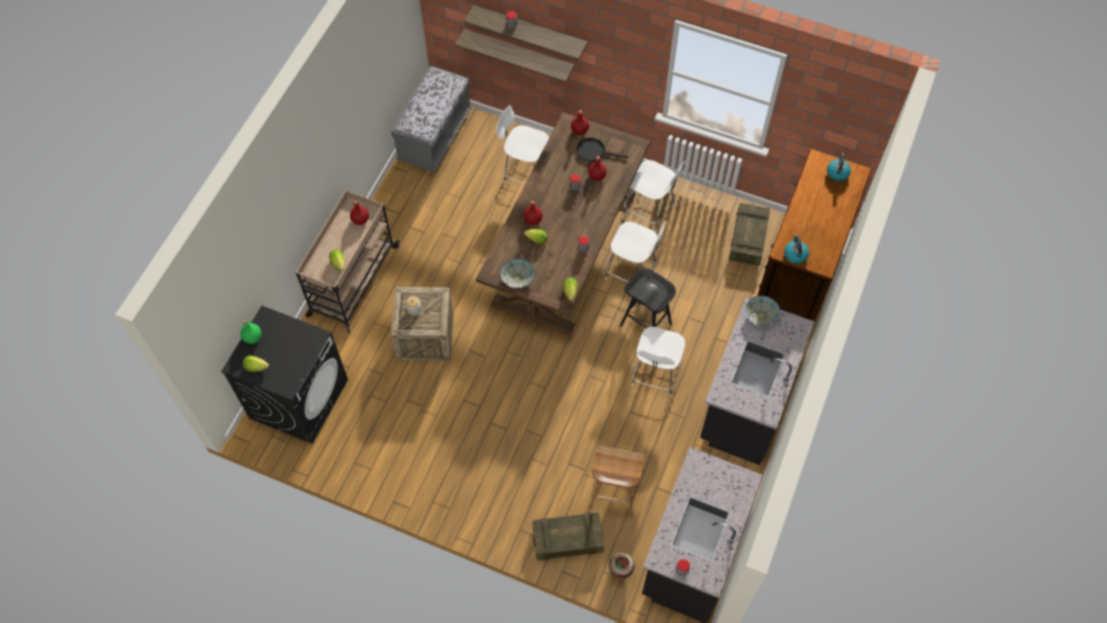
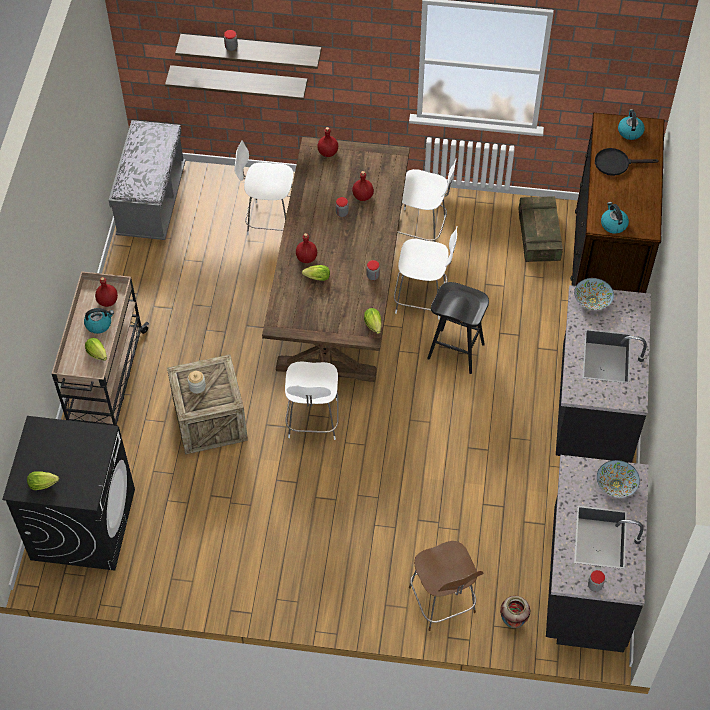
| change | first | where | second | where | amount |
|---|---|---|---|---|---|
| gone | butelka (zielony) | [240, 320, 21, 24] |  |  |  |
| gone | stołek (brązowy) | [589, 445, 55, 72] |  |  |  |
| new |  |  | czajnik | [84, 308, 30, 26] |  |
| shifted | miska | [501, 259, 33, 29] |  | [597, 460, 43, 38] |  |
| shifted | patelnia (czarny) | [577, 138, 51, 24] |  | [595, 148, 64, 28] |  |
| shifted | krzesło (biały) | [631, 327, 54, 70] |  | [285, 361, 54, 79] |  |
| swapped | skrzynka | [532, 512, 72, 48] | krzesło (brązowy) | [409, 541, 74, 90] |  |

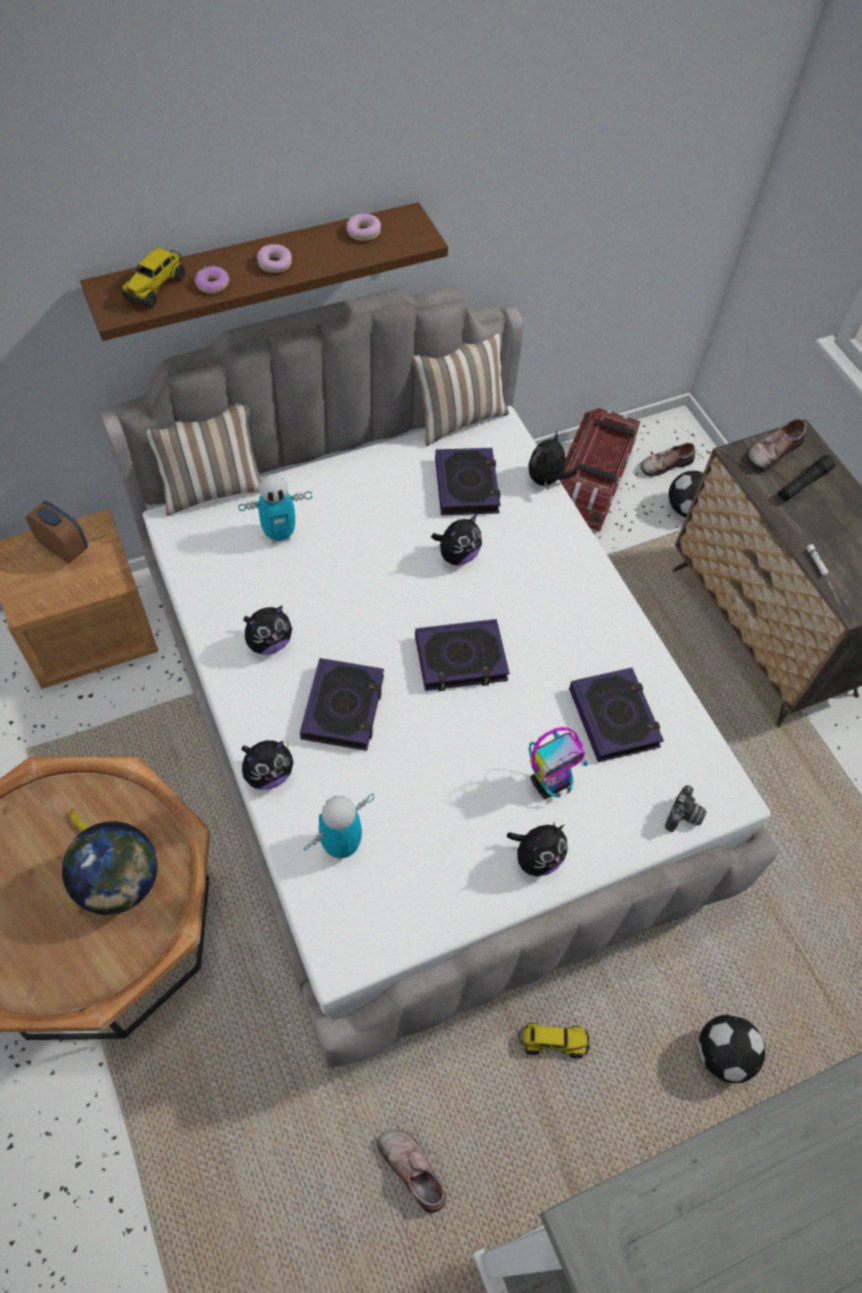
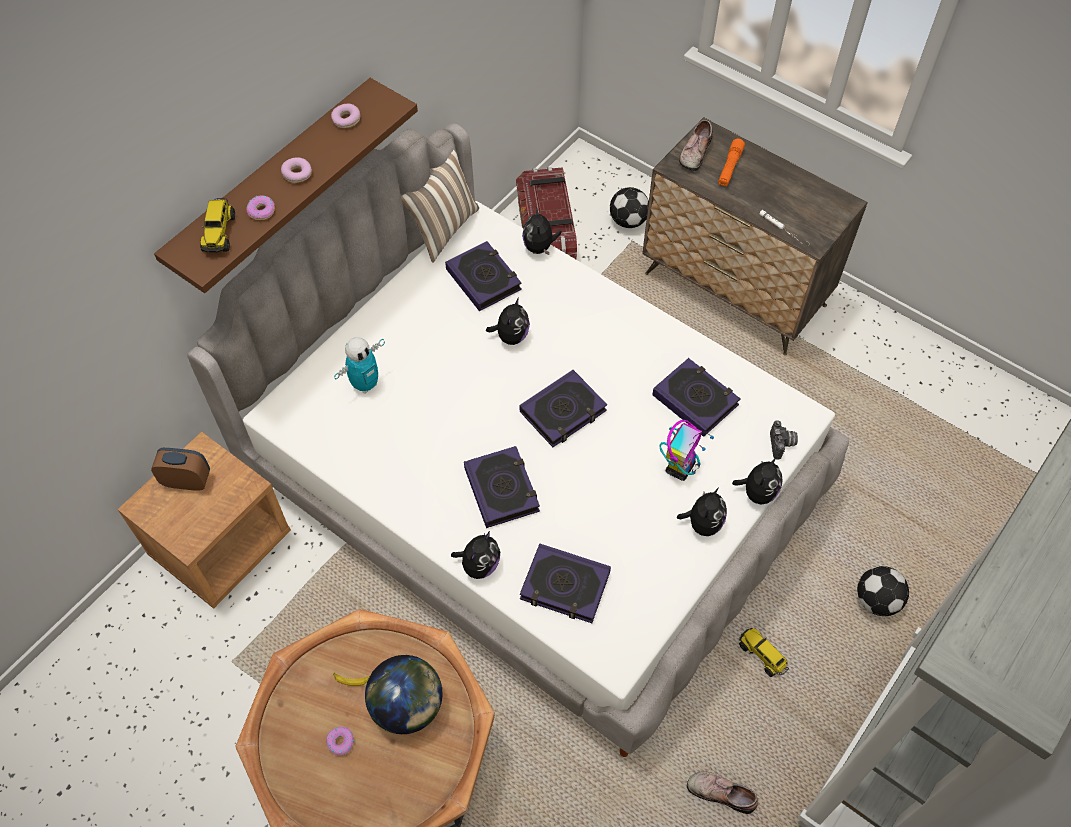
| change | first | where | second | where | amount |
|---|---|---|---|---|---|
| gone | poduszka | [147, 403, 115, 113] |  |  |  |
| gone | but | [641, 443, 55, 33] |  |  |  |
| new |  |  | donut | [326, 727, 28, 29] |  |
| shifted | pluszak | [243, 606, 49, 48] |  | [732, 457, 51, 47] |  |
| swapped | robot zabawkowy | [303, 793, 71, 67] | książka | [520, 544, 91, 79] |  |
| repainted | latarka (czarny) | [778, 455, 58, 47] | latarka (pomarańczowy) | [718, 138, 27, 49] |  |
| rotated | ciężarówka zabawkowa | [519, 1023, 71, 35] |  | [739, 628, 50, 49] | 105 degrees counterclockwise |

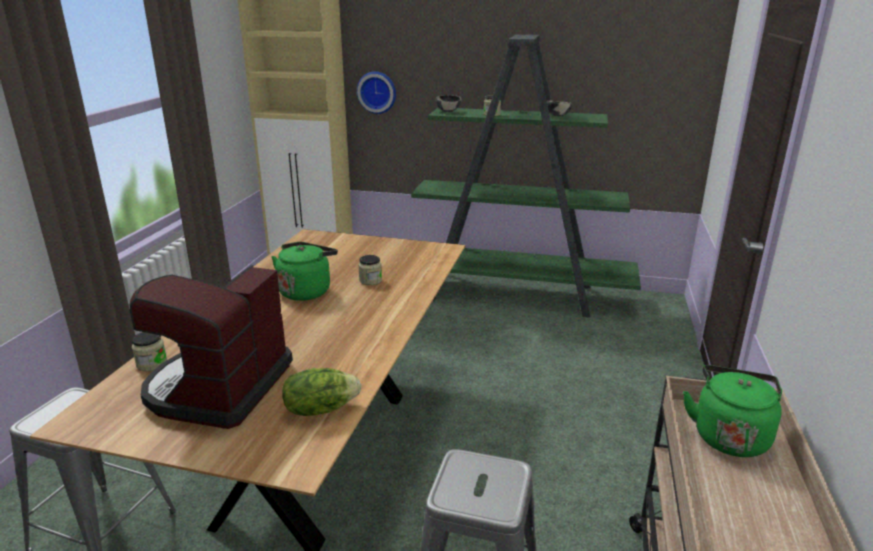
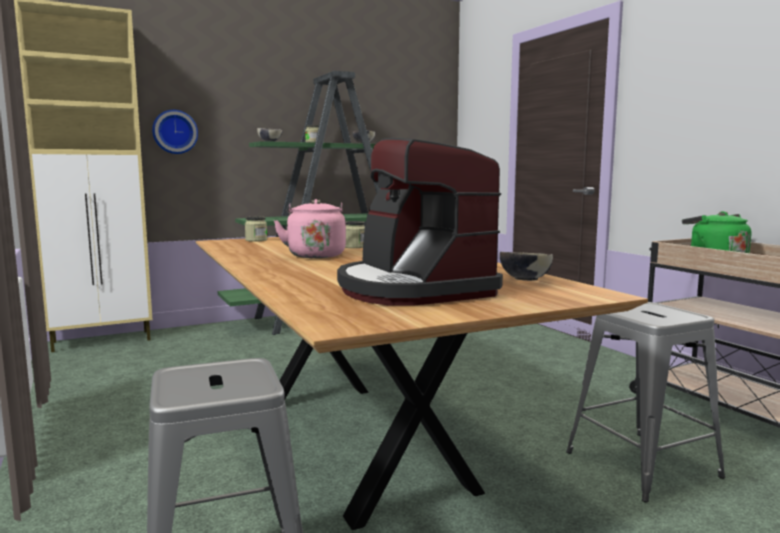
| change | first | where | second | where | amount |
|---|---|---|---|---|---|
| shifted | słoik | [132, 332, 35, 39] |  | [245, 217, 22, 25] |  |
| swapped | sałata | [282, 368, 79, 48] | miska | [500, 252, 53, 29] |  |
| repainted | czajnik (zielony) | [272, 242, 66, 59] | czajnik (różowy) | [274, 199, 72, 59] |  |

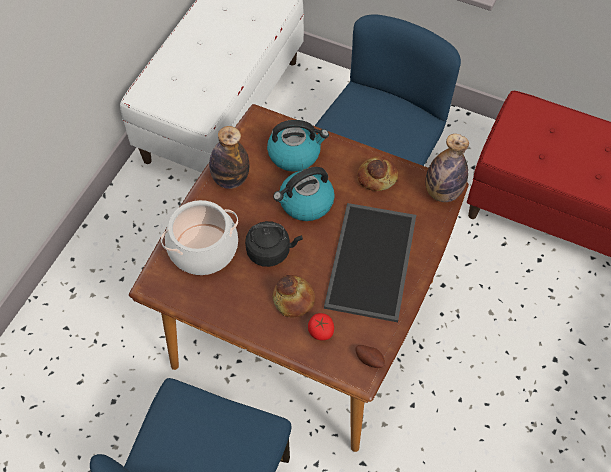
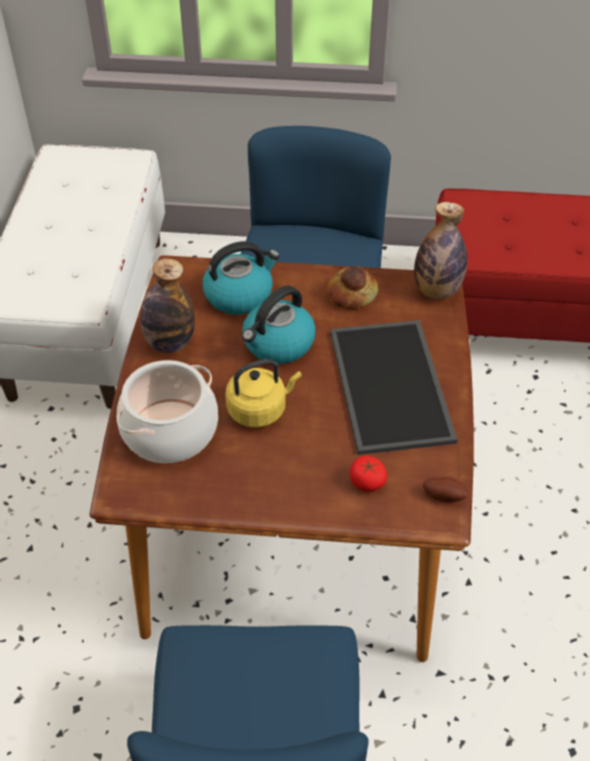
| change | first | where | second | where | amount |
|---|---|---|---|---|---|
| gone | chleb | [273, 275, 42, 43] |  |  |  |
| repainted | czajnik (czarny) | [245, 221, 58, 46] | czajnik (żółty) | [225, 359, 77, 69] |  |

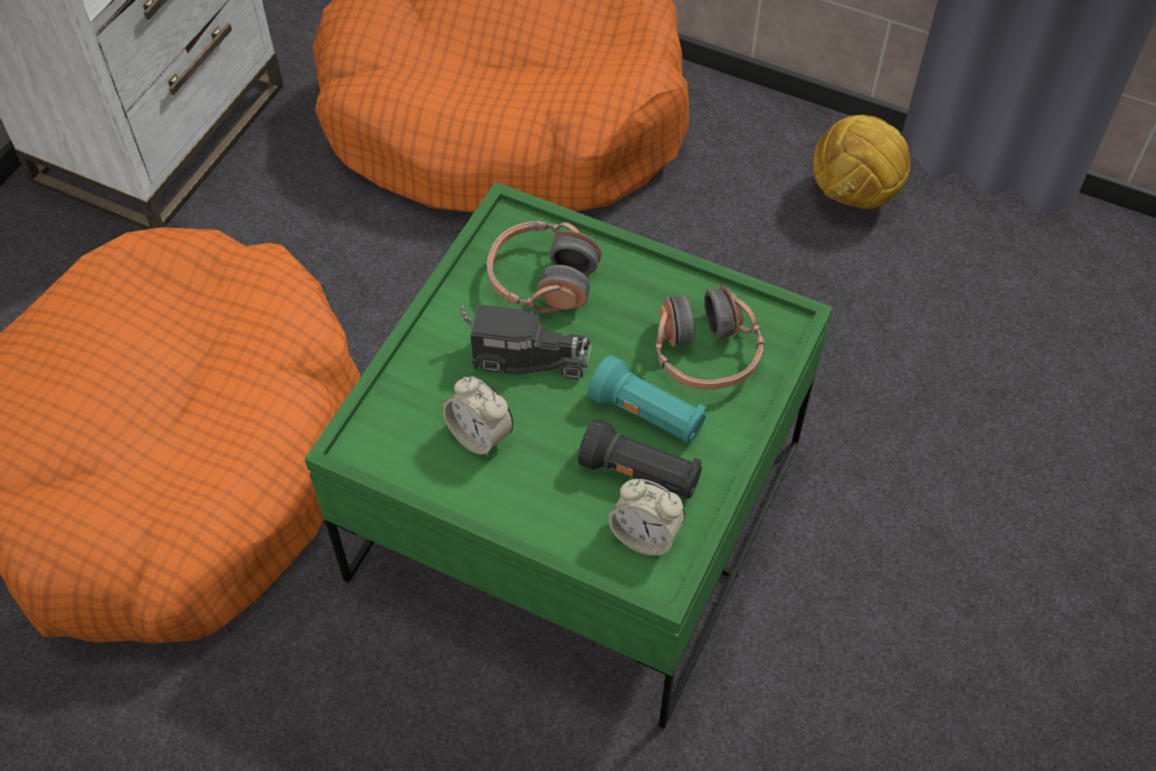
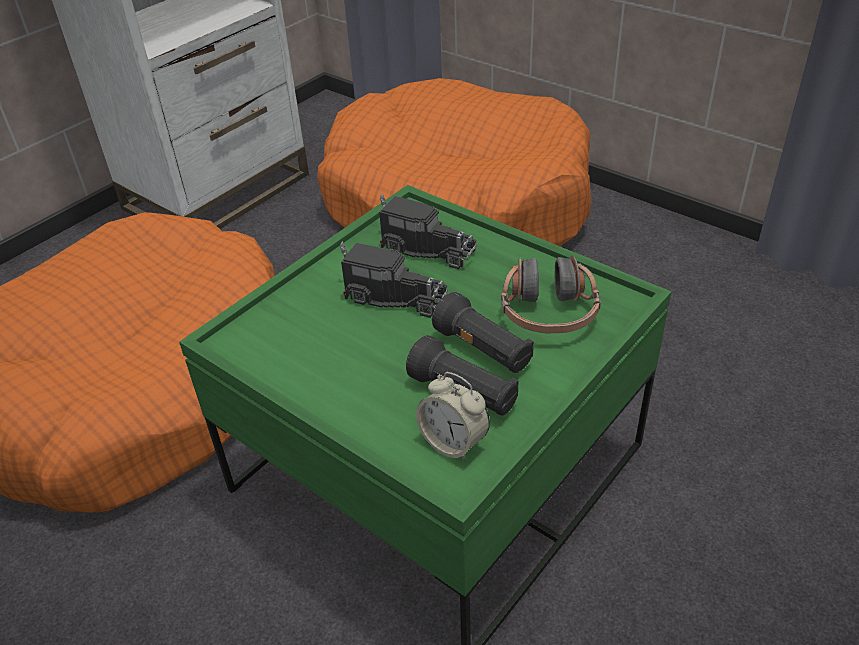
| change | first | where | second | where | amount |
|---|---|---|---|---|---|
| gone | budzik | [443, 376, 70, 81] |  |  |  |
| gone | piłka futbolowa | [813, 115, 97, 94] |  |  |  |
| swapped | słuchawki | [487, 221, 115, 92] | ciężarówka zabawkowa | [379, 194, 98, 75] |  |
| repainted | latarka (turkusowy) | [588, 355, 118, 88] | latarka (czarny) | [432, 292, 102, 81] |  |

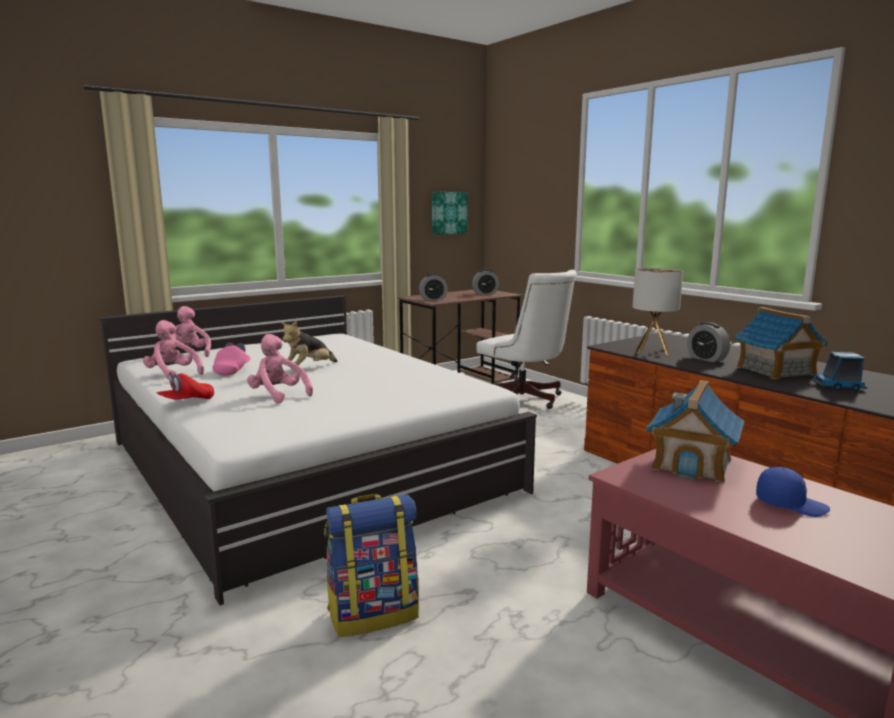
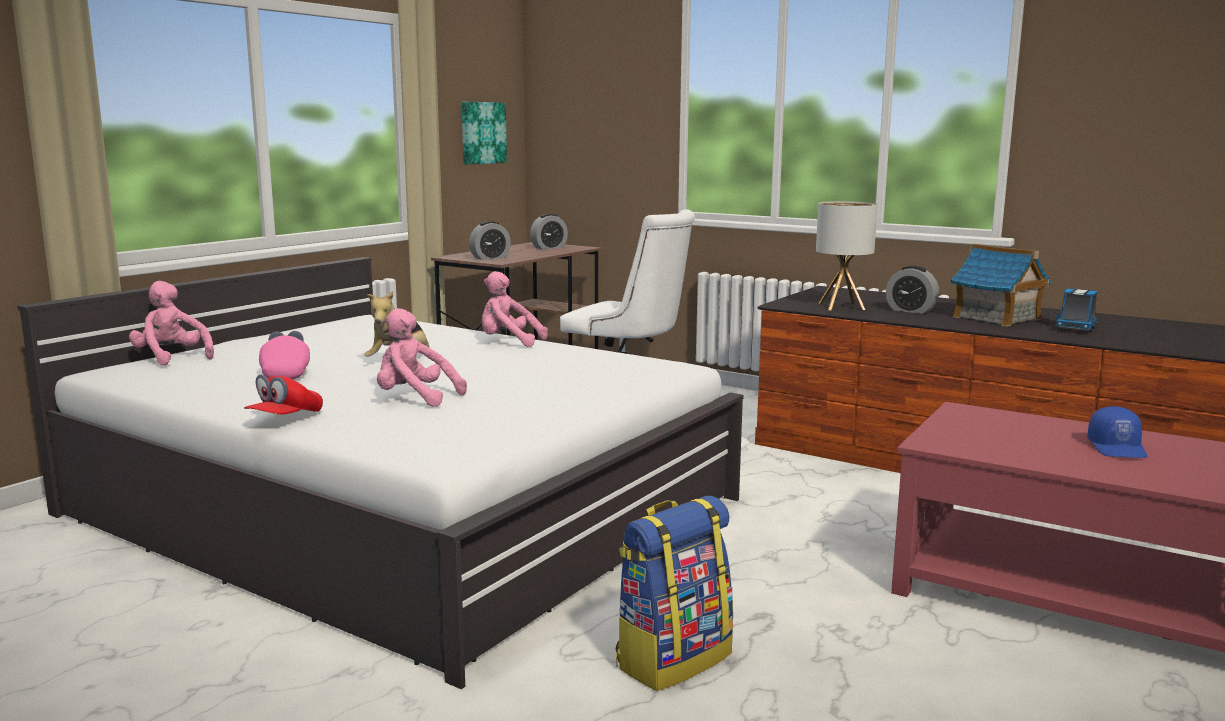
| change | first | where | second | where | amount |
|---|---|---|---|---|---|
| gone | domek | [646, 380, 98, 103] |  |  |  |
| shifted | pluszak (różowy) | [143, 320, 61, 60] |  | [482, 271, 66, 76] |  |
| rotated | czapka z daszkiem (niebieski) | [756, 467, 74, 50] |  | [1087, 406, 61, 52] | 90 degrees clockwise |
| rotated | ciężarówka zabawkowa | [812, 352, 55, 39] |  | [1055, 288, 43, 44] | 45 degrees counterclockwise |

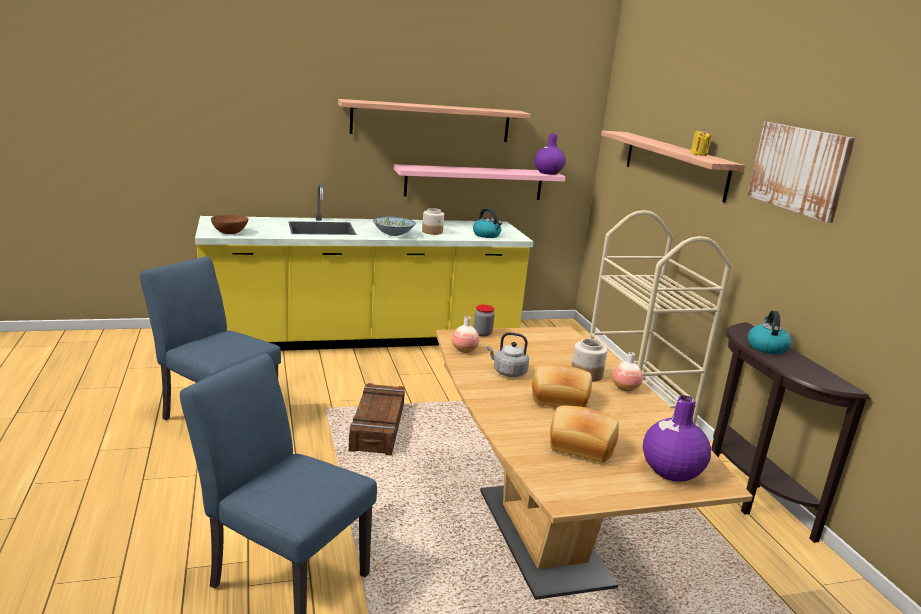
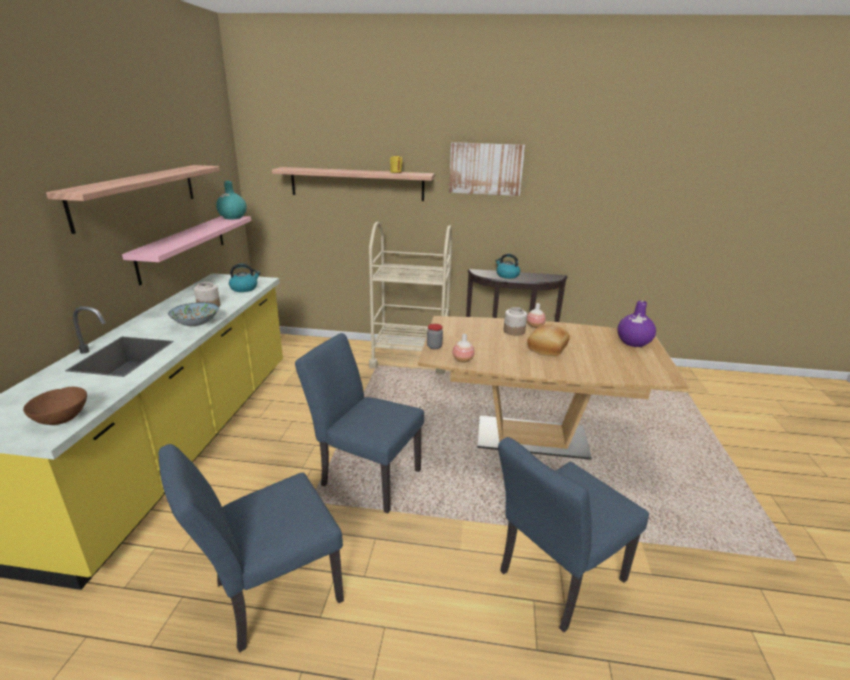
| change | first | where | second | where | amount |
|---|---|---|---|---|---|
| gone | czajnik (szary) | [487, 332, 42, 45] |  |  |  |
| gone | chleb | [550, 406, 69, 57] |  |  |  |
| swapped | skrzynka | [349, 383, 56, 73] | krzesło (niebieski) | [295, 333, 129, 180] |  |
| repainted | wazon (fioletowy) | [534, 133, 32, 42] | wazon (turkusowy) | [216, 181, 31, 39] |  |

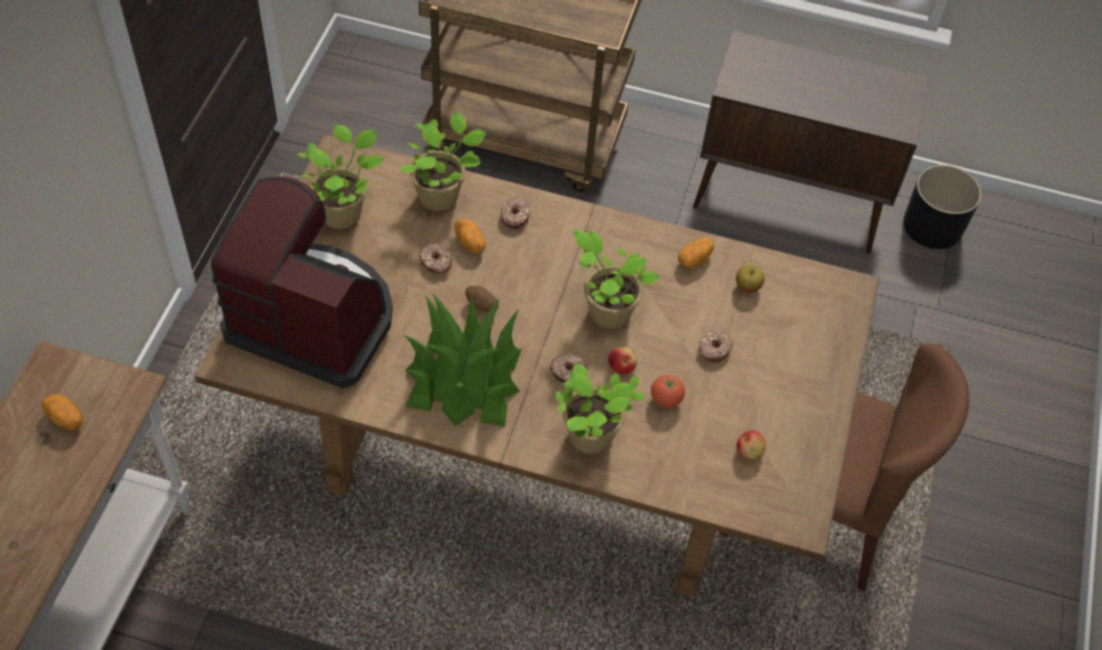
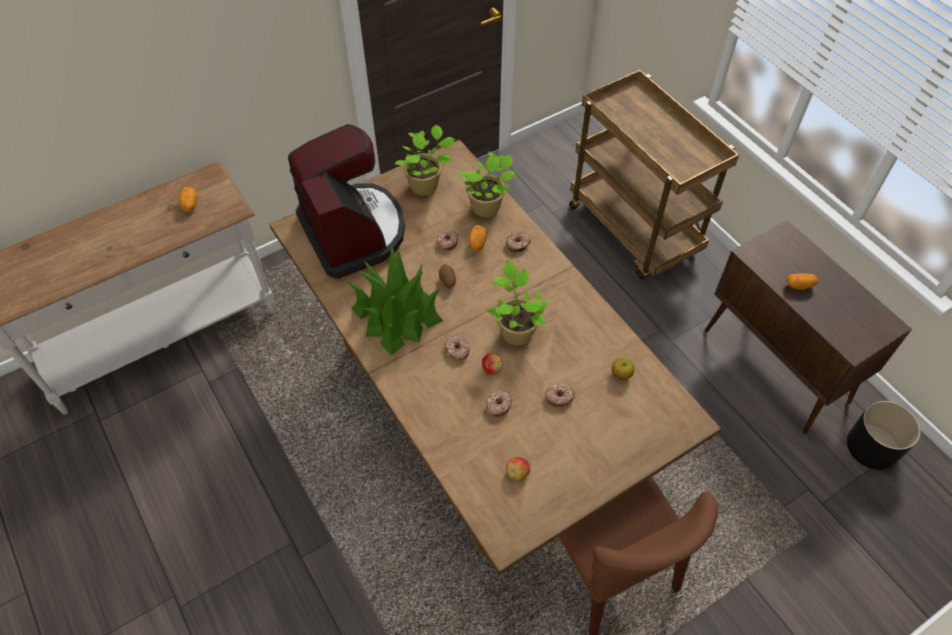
| change | first | where | second | where | amount |
|---|---|---|---|---|---|
| gone | roślina doniczkowa | [555, 363, 90, 91] |  |  |  |
| shifted | ziemniak | [678, 238, 36, 30] |  | [787, 273, 31, 17] |  |
| swapped | pomidor | [651, 375, 34, 33] | donut | [486, 389, 26, 28] |  |

